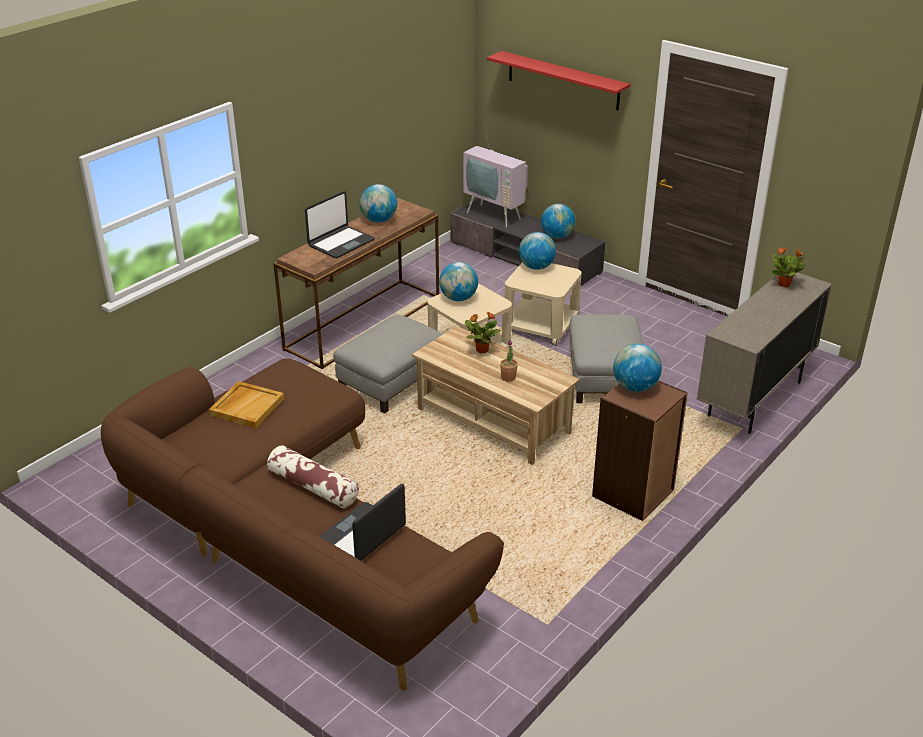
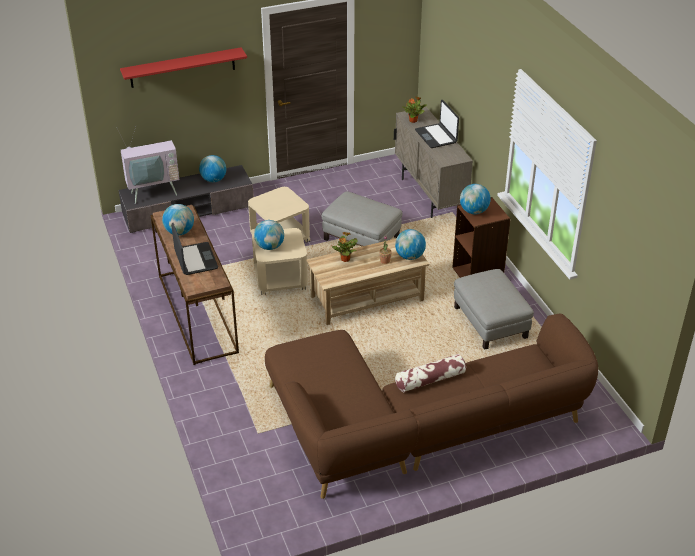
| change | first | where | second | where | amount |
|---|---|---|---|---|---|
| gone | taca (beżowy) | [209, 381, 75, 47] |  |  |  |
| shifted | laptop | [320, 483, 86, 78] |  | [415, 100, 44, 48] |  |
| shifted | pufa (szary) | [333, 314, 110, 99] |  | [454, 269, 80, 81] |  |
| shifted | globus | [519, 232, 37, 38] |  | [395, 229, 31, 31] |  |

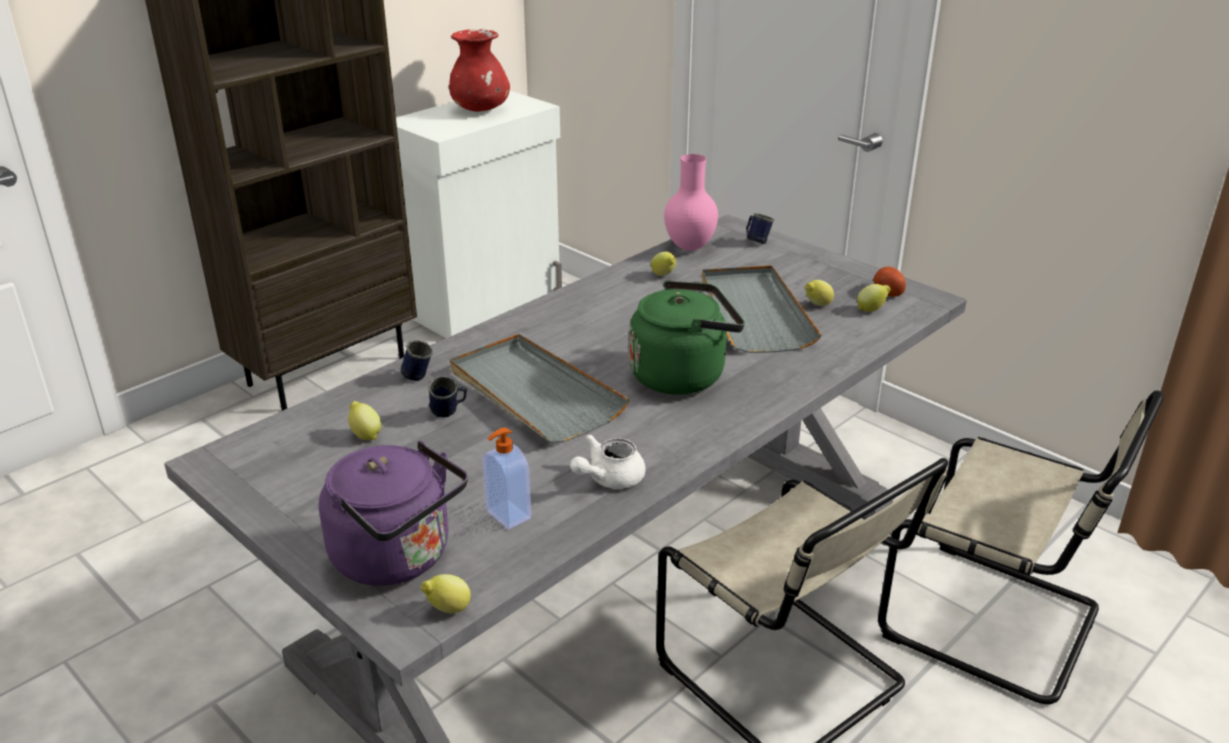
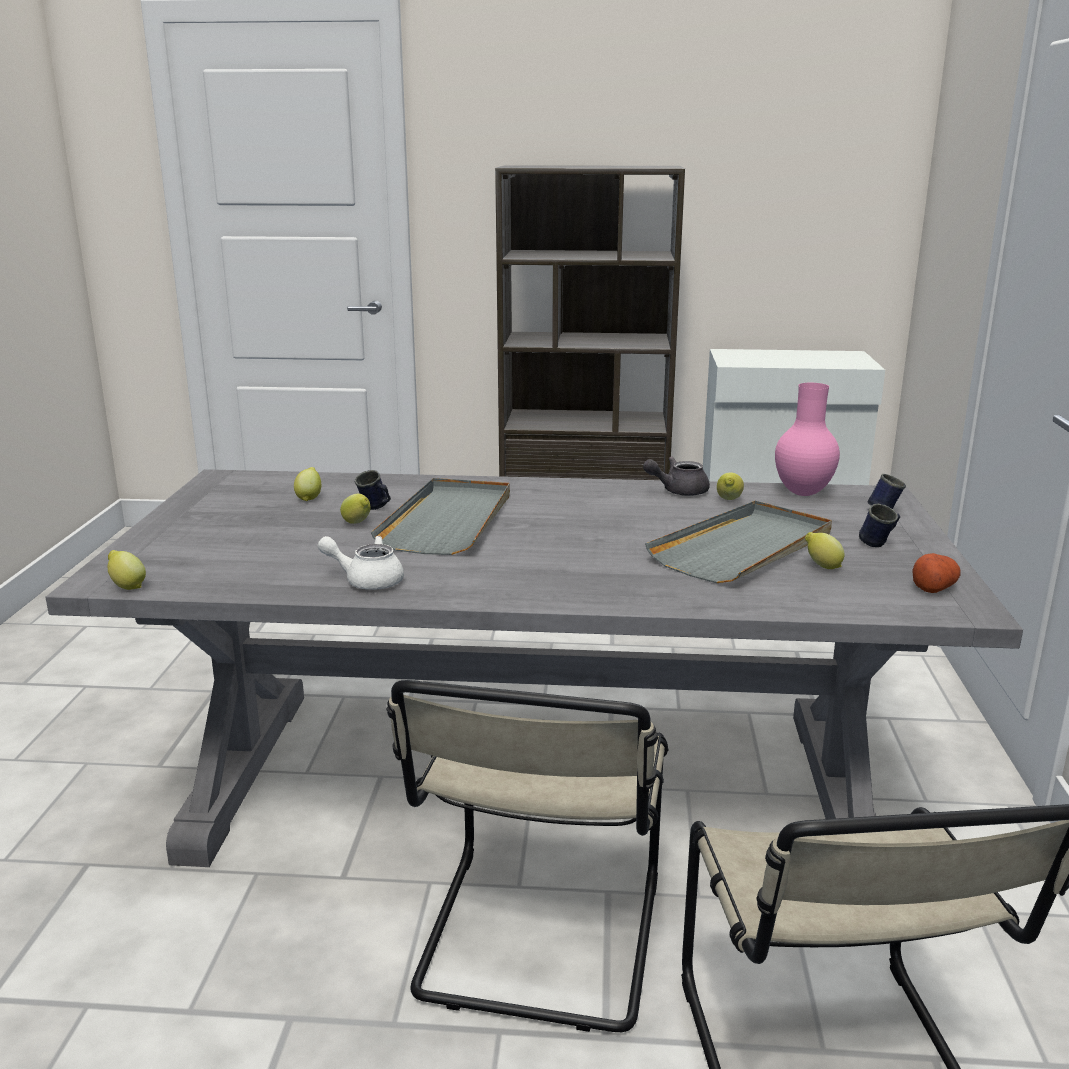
| change | first | where | second | where | amount |
|---|---|---|---|---|---|
| gone | czajnik (fioletowy) | [319, 441, 149, 145] |  |  |  |
| gone | wazon (czerwony) | [449, 29, 61, 83] |  |  |  |
| gone | dozownik mydła | [482, 428, 49, 101] |  |  |  |
| gone | czajnik (zielony) | [629, 280, 116, 115] |  |  |  |
| new |  |  | imbryk (szary) | [643, 456, 67, 40] |  |
| shifted | kubek (niebieski) | [401, 340, 32, 41] |  | [859, 504, 41, 43] |  |
| shifted | cytryna | [857, 284, 34, 28] |  | [340, 494, 31, 30] |  |

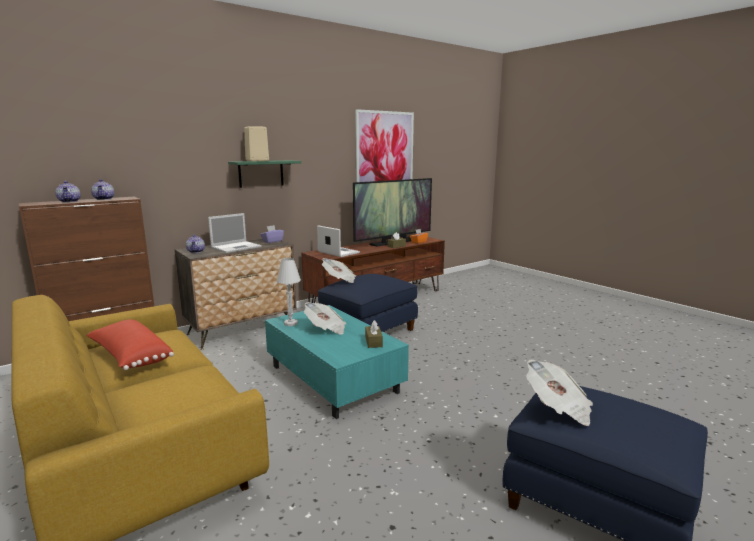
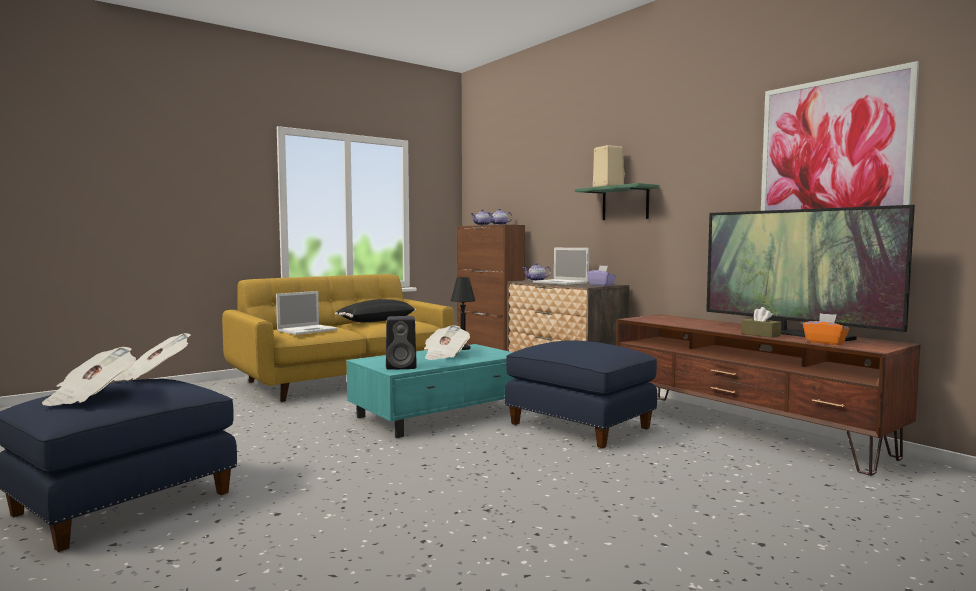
| change | first | where | second | where | amount |
|---|---|---|---|---|---|
| shifted | laptop | [317, 225, 43, 32] |  | [276, 291, 62, 44] |  |
| shifted | gazeta | [322, 258, 34, 25] |  | [42, 347, 94, 59] |  |
| swapped | pudełko chusteczek (brązowy) | [365, 321, 18, 27] | głośnik (czarny) | [386, 316, 31, 54] |  |
| repainted | poduszka (czerwony) | [86, 319, 88, 51] | poduszka (czarny) | [335, 299, 81, 23] |  |
| repainted | lampa stołowa (biały) | [277, 258, 24, 68] | lampa stołowa (czarny) | [451, 277, 25, 73] |  |

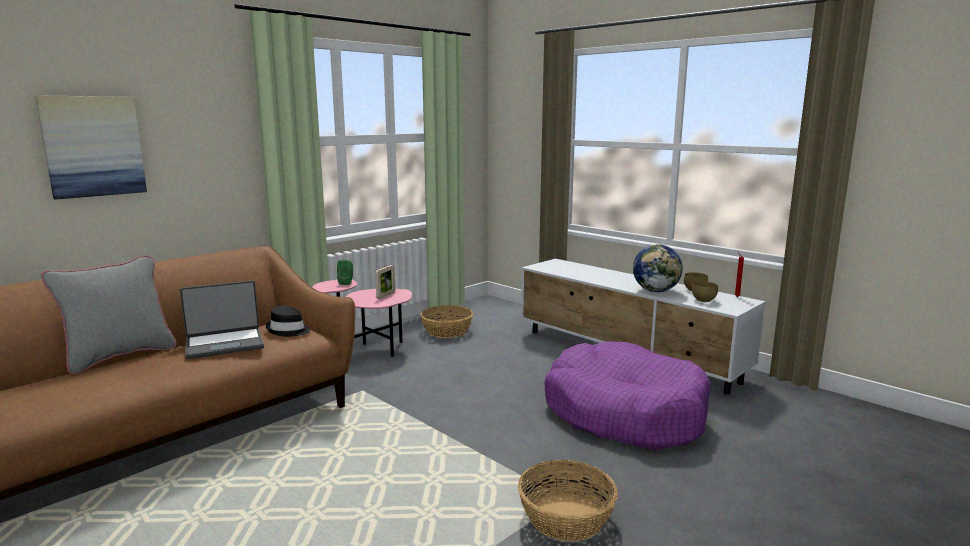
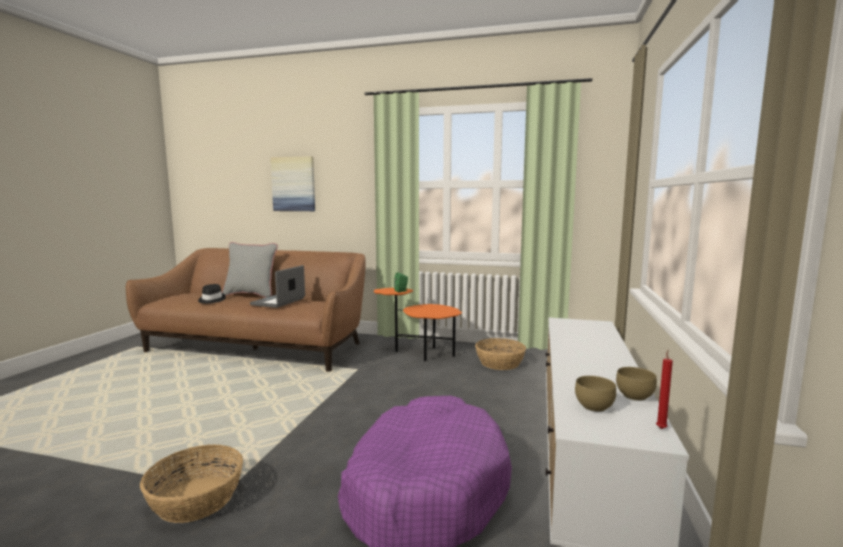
| change | first | where | second | where | amount |
|---|---|---|---|---|---|
| gone | ramka na zdjęcie | [375, 265, 21, 34] |  |  |  |
| gone | globus | [633, 244, 50, 48] |  |  |  |
| shifted | kapelusz (czarny) | [266, 305, 44, 32] |  | [198, 284, 28, 20] |  |
| repainted | stolik (różowy) | [312, 280, 100, 77] | stolik (pomarańczowy) | [374, 288, 88, 73] |  |
| rotated | laptop | [180, 280, 84, 79] |  | [250, 265, 55, 43] | 75 degrees clockwise |

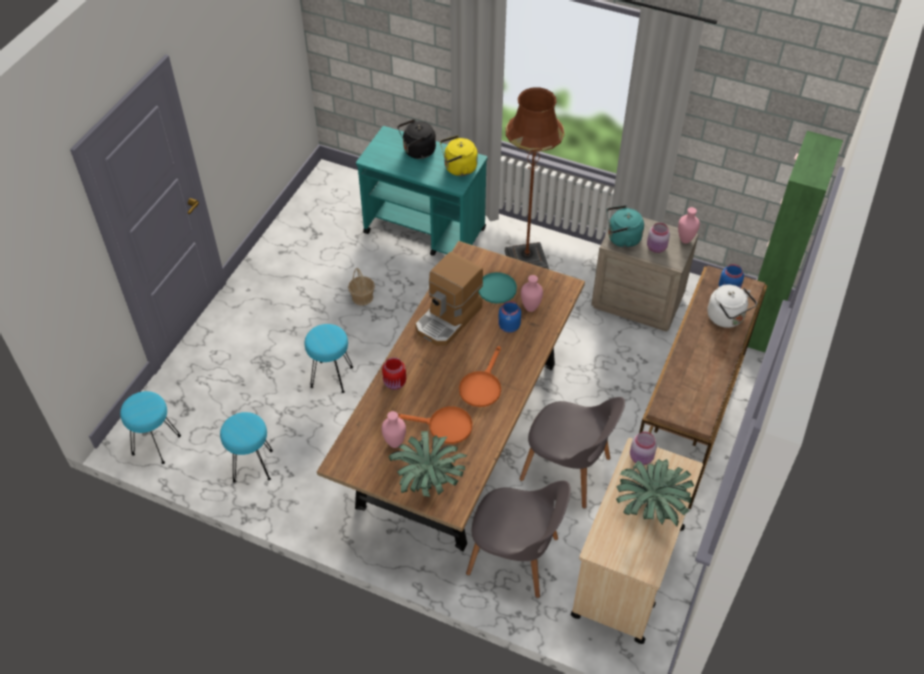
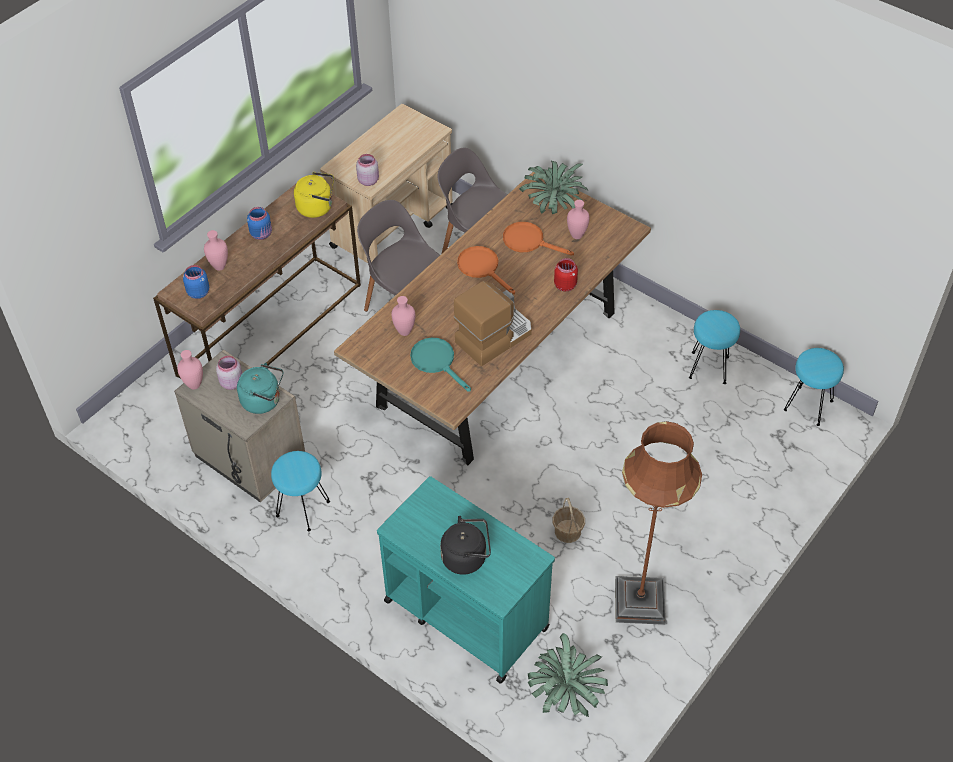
| change | first | where | second | where | amount |
|---|---|---|---|---|---|
| gone | szafka (zielony) | [745, 131, 98, 221] |  |  |  |
| shifted | stołek (turkusowy) | [305, 324, 48, 69] |  | [271, 451, 59, 80] |  |
| shifted | czajnik (żółty) | [440, 135, 38, 41] |  | [294, 172, 40, 46] |  |
| shifted | słoik (niebieski) | [498, 301, 23, 32] |  | [247, 207, 25, 33] |  |
| shifted | lampa stojąca (brązowy) | [505, 88, 60, 181] |  | [615, 421, 87, 204] |  |
| shifted | roślina doniczkowa | [616, 459, 78, 67] |  | [528, 633, 80, 84] |  |
| swapped | czajnik (biały) | [707, 285, 50, 43] | wazon (różowy) | [204, 230, 24, 41] |  |
| rotated | patelnia (pomarańczowy) | [459, 346, 42, 61] |  | [457, 246, 58, 48] | 75 degrees counterclockwise |

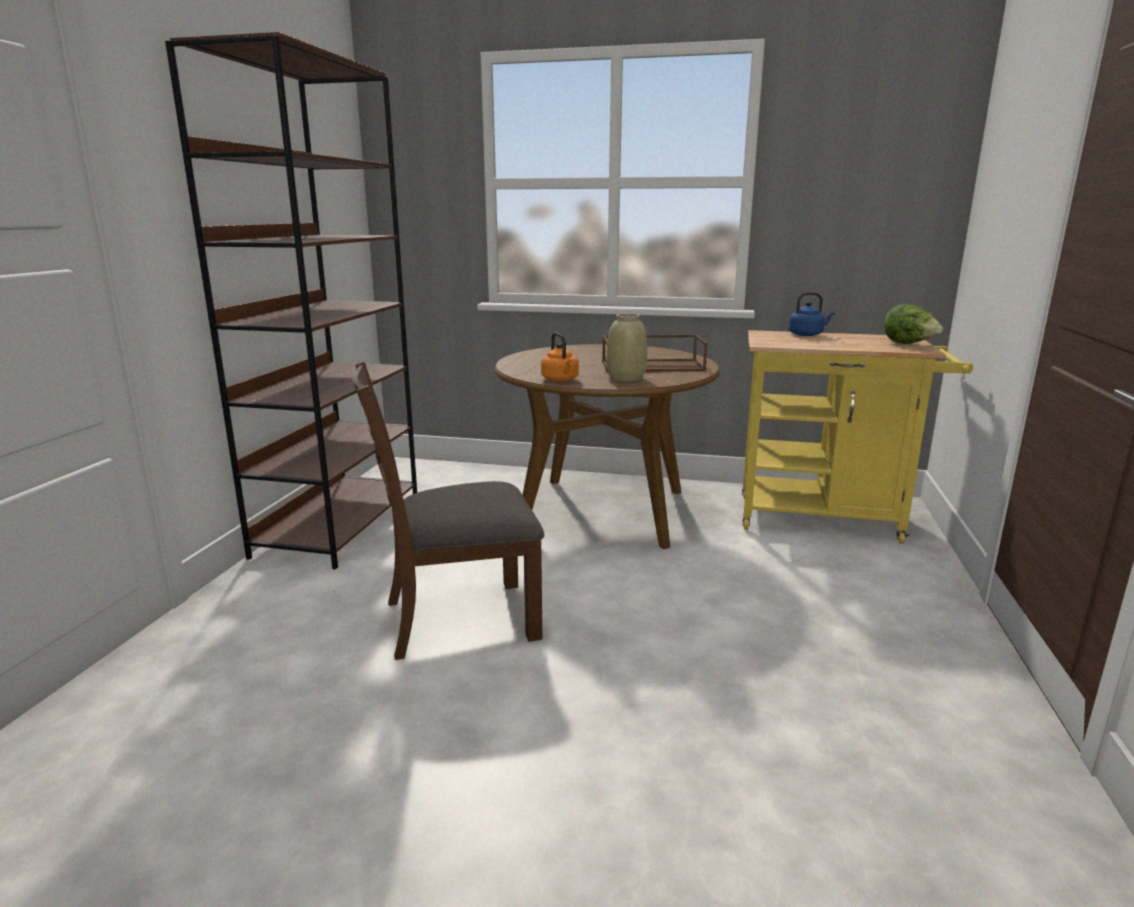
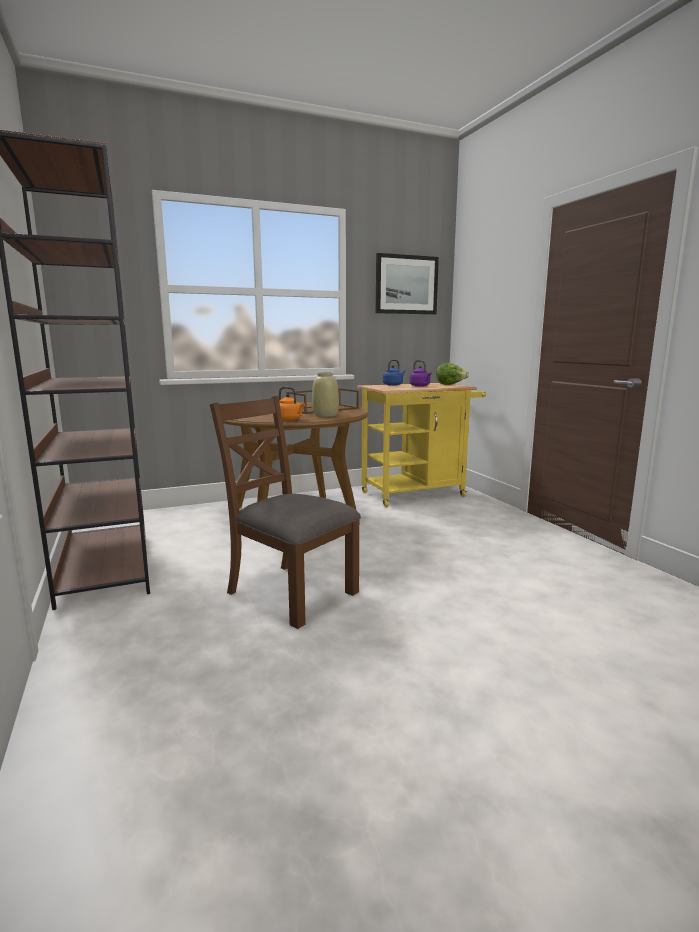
| change | first | where | second | where | amount |
|---|---|---|---|---|---|
| new |  |  | obraz | [376, 253, 63, 61] |  |
| new |  |  | czajnik (fioletowy) | [409, 360, 22, 27] |  |
| rotated | krzesło (brązowy) | [353, 361, 191, 299] |  | [210, 396, 151, 233] | 90 degrees clockwise |

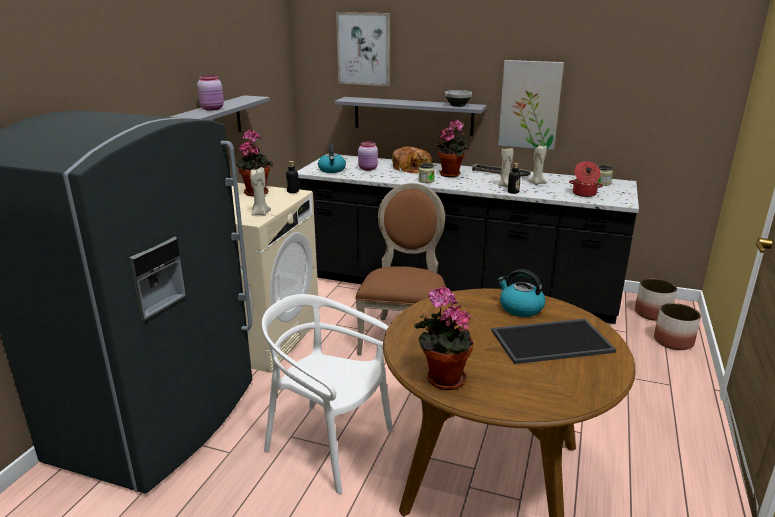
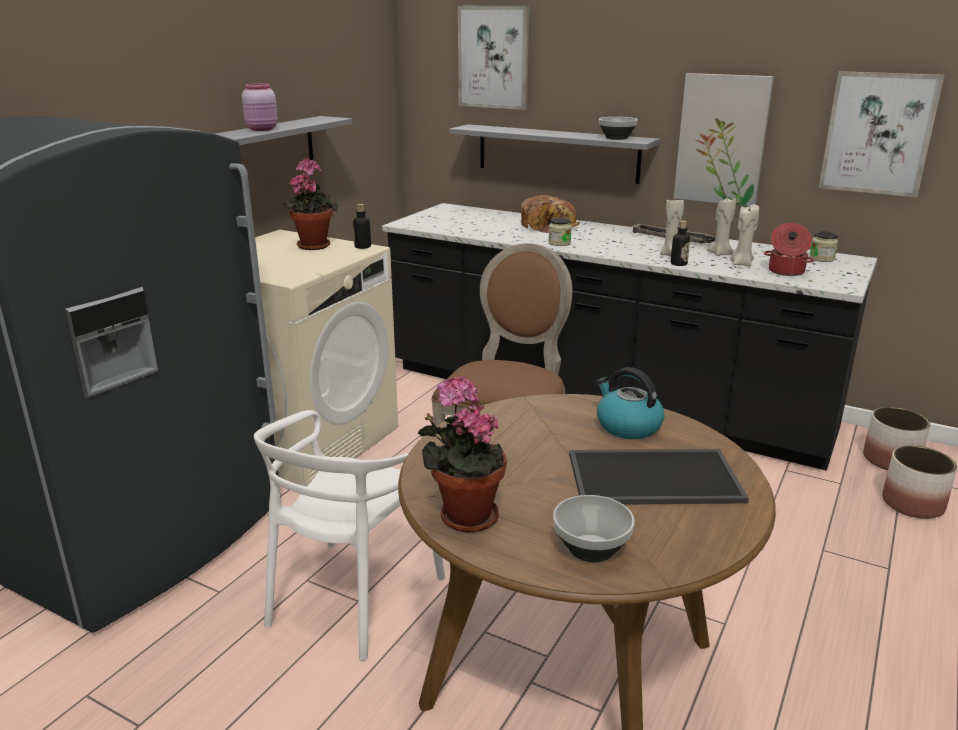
| change | first | where | second | where | amount |
|---|---|---|---|---|---|
| gone | czajnik | [318, 143, 28, 30] |  |  |  |
| gone | słoik (różowy) | [358, 141, 20, 30] |  |  |  |
| gone | roślina doniczkowa | [436, 120, 32, 57] |  |  |  |
| new |  |  | miska | [553, 495, 82, 67] |  |
| new |  |  | obraz | [819, 71, 125, 126] |  |
| shifted | świeca (beżowy) | [250, 167, 21, 49] |  | [730, 204, 29, 62] |  |
| rotated | krzesło (biały) | [262, 294, 131, 200] |  | [254, 410, 191, 251] | 105 degrees counterclockwise |

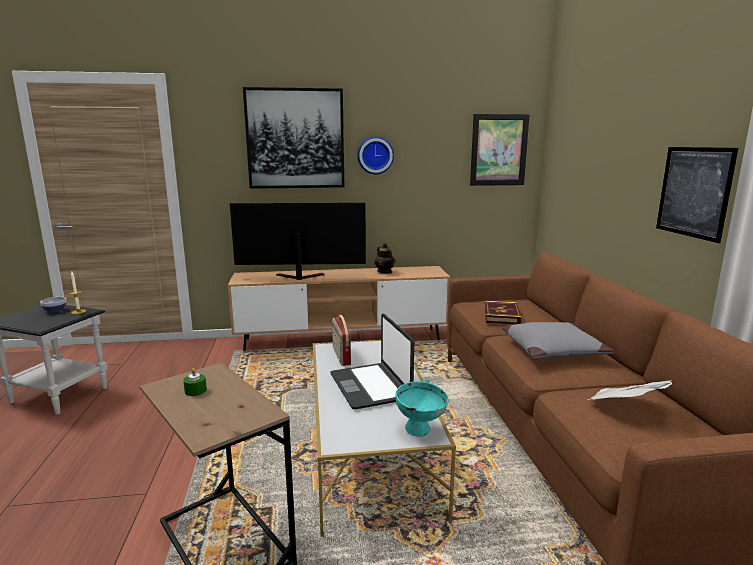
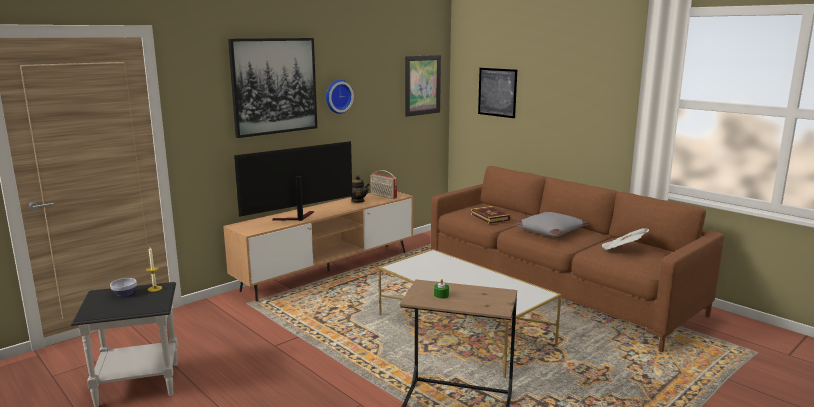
| change | first | where | second | where | amount |
|---|---|---|---|---|---|
| gone | laptop | [330, 314, 84, 95] |  |  |  |
| gone | miska (turkusowy) | [395, 379, 54, 58] |  |  |  |
| shifted | radio | [332, 315, 19, 51] |  | [370, 170, 27, 29] |  |
| shifted | obraz | [656, 147, 82, 96] |  | [478, 68, 39, 50] |  |

